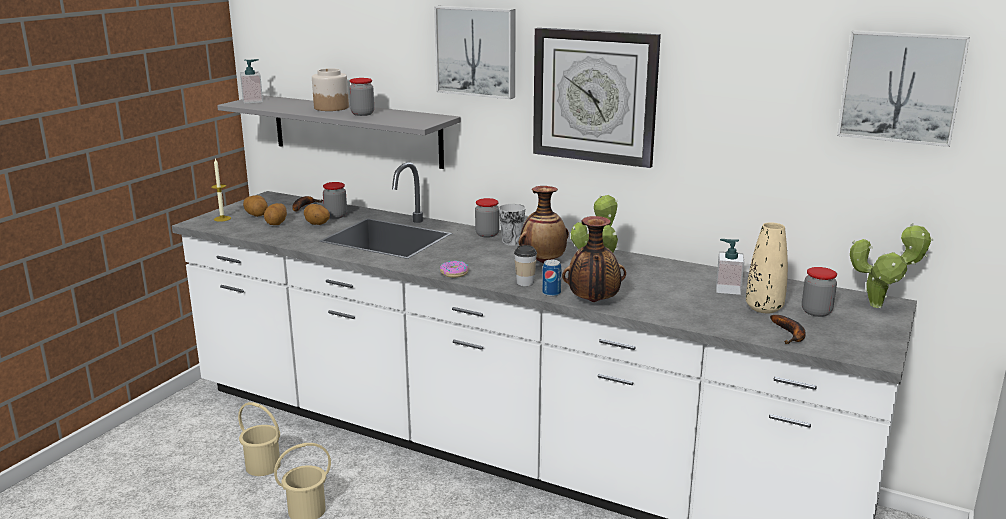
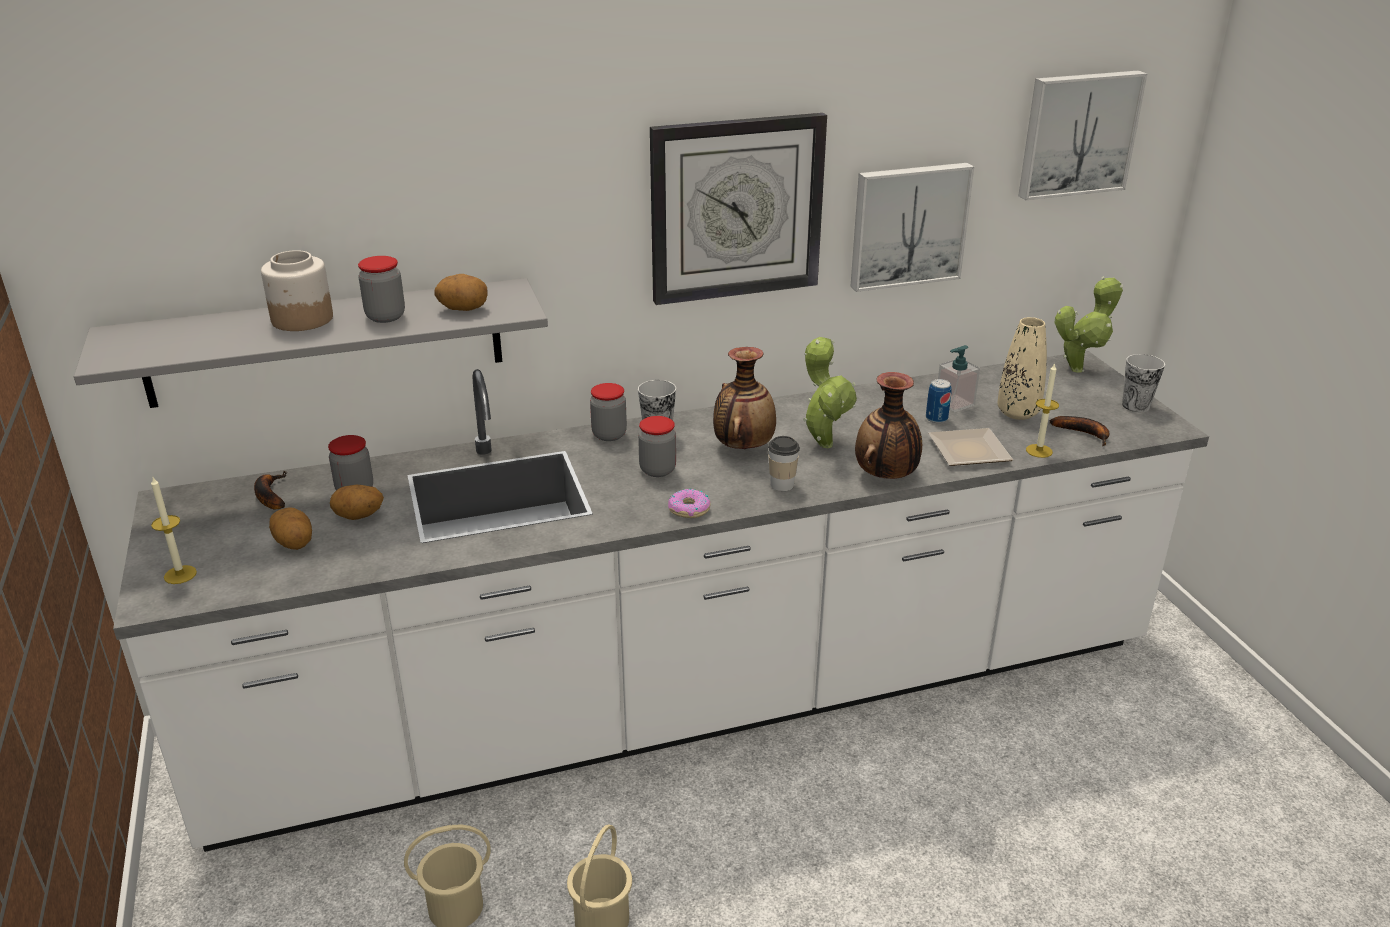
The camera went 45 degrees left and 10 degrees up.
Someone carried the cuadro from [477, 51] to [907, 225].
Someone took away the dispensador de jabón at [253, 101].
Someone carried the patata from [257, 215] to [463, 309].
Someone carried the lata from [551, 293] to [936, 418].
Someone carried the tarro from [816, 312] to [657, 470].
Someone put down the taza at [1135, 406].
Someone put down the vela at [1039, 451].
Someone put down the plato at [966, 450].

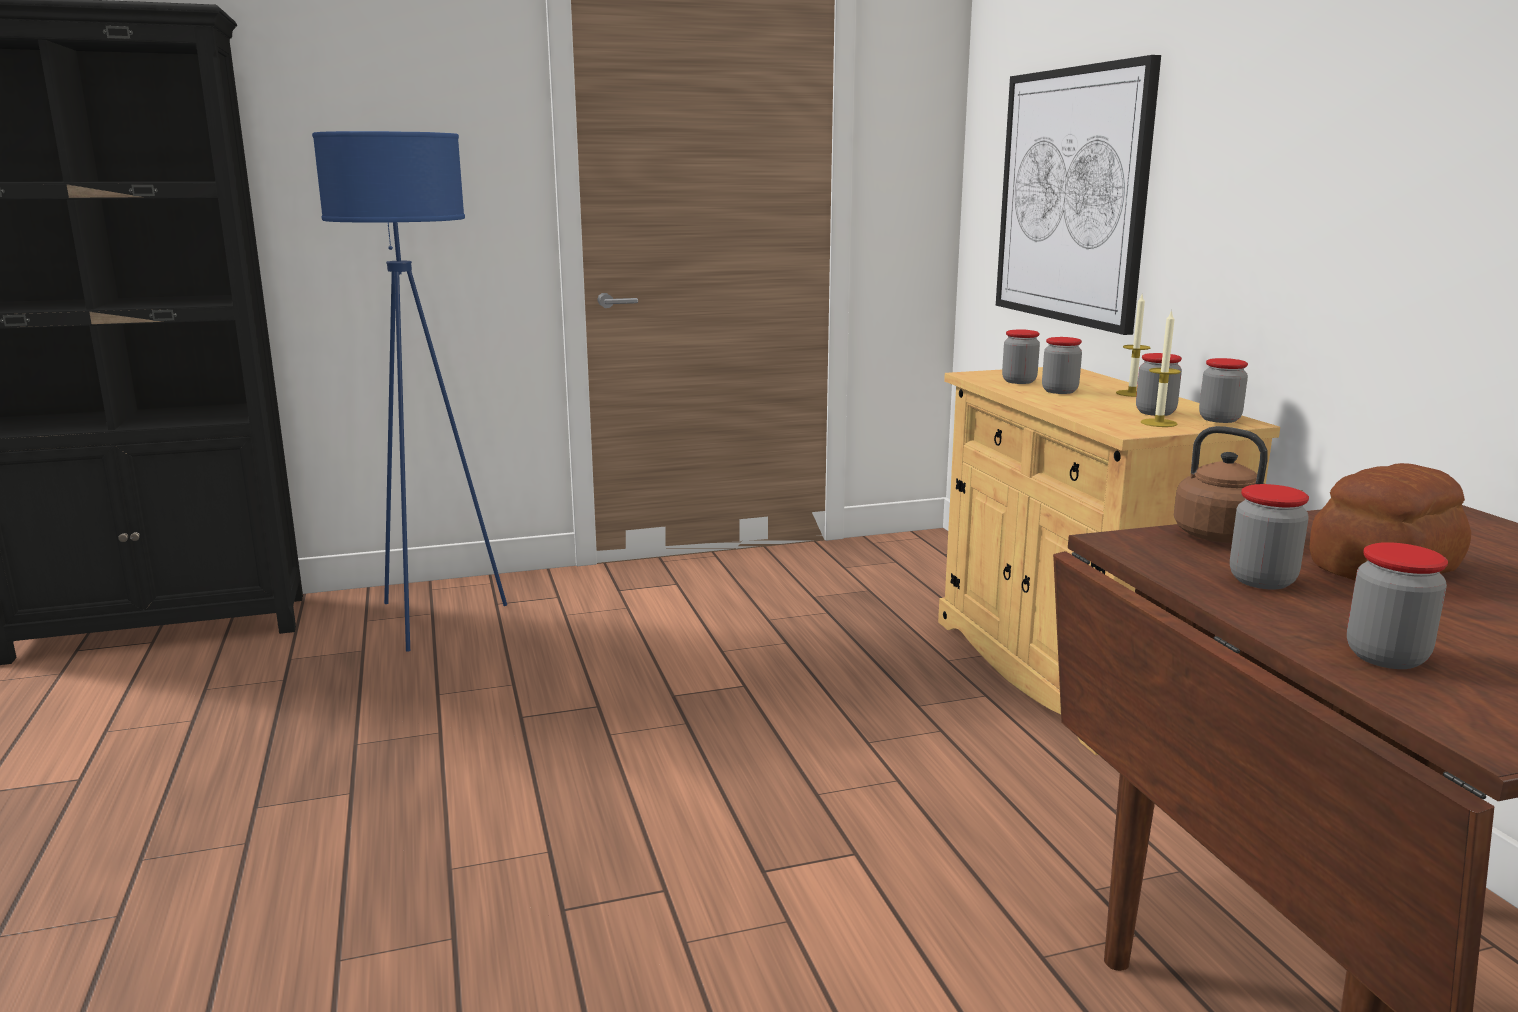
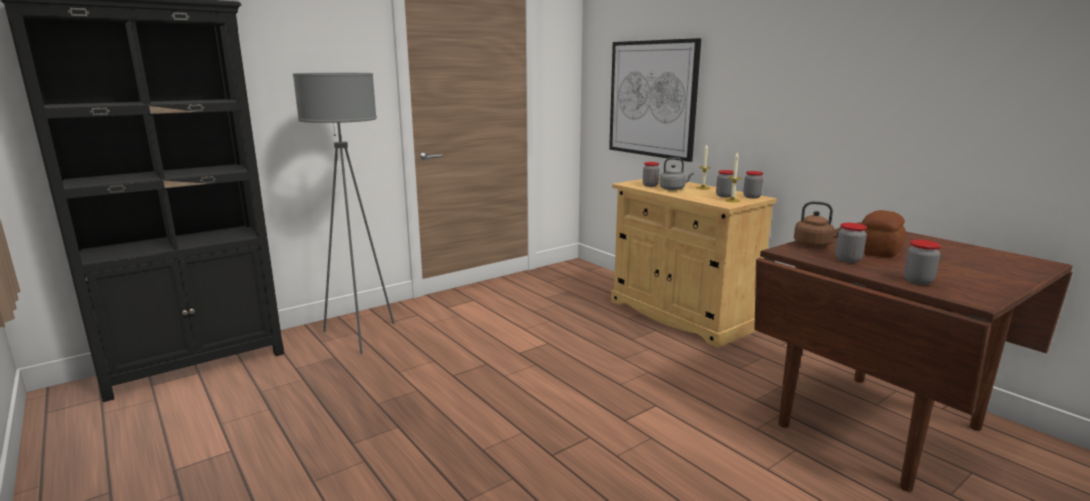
The camera went 20 degrees left and 0 degrees up.
Someone repainted the lámpara de pie/azul at [432, 620], which became the lámpara de pie/gris at [359, 336].
Someone swapped the tarro at [1059, 391] for the hervidor/gris at [673, 189].

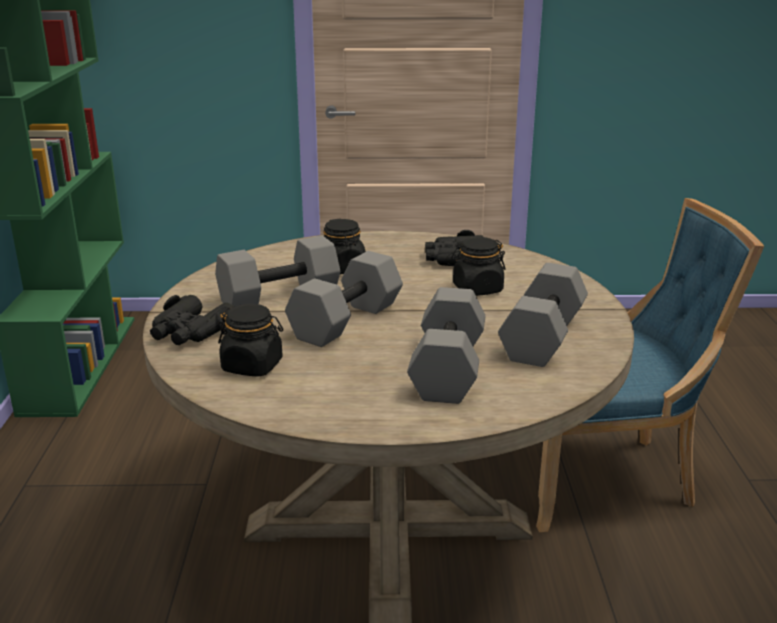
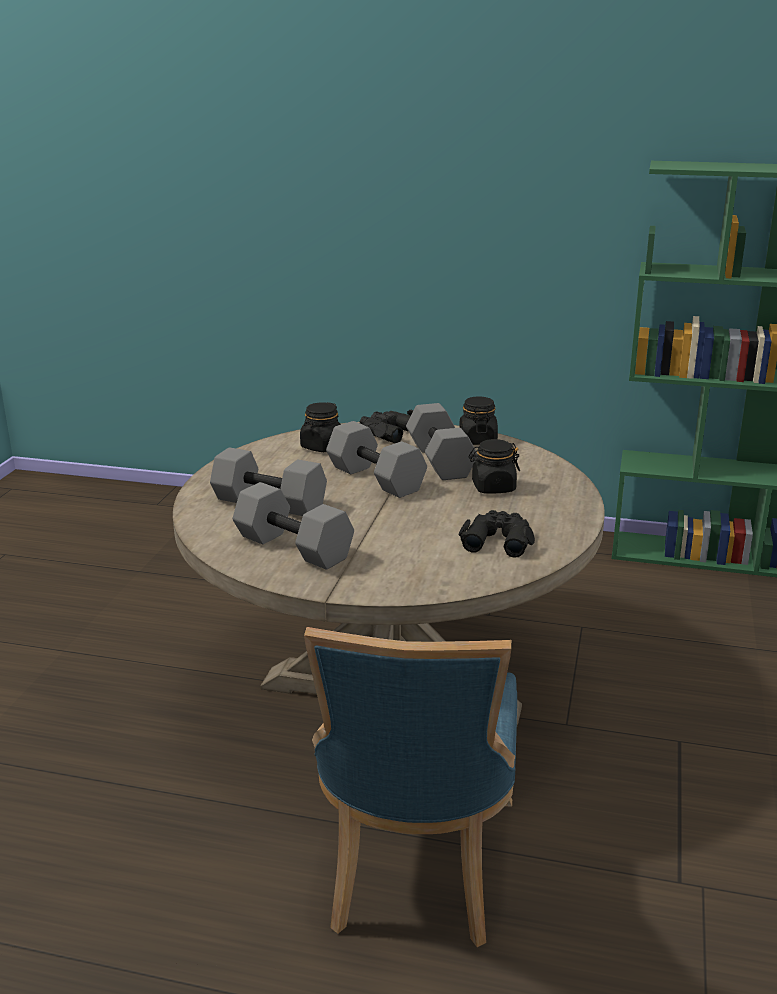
The camera went 105 degrees right and 0 degrees up.
Someone carried the tarro/negro from [477, 289] to [477, 440].

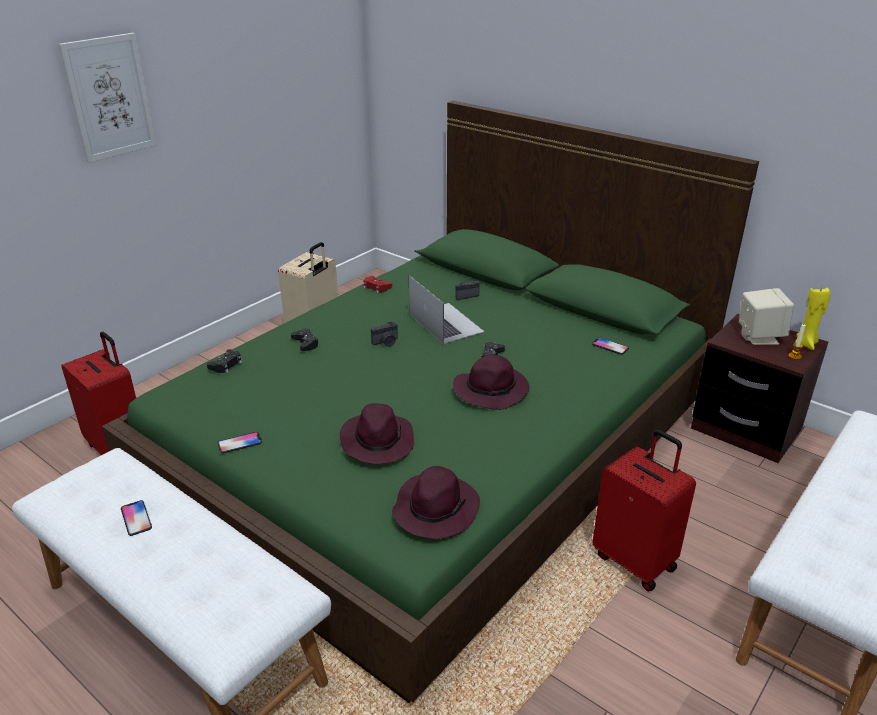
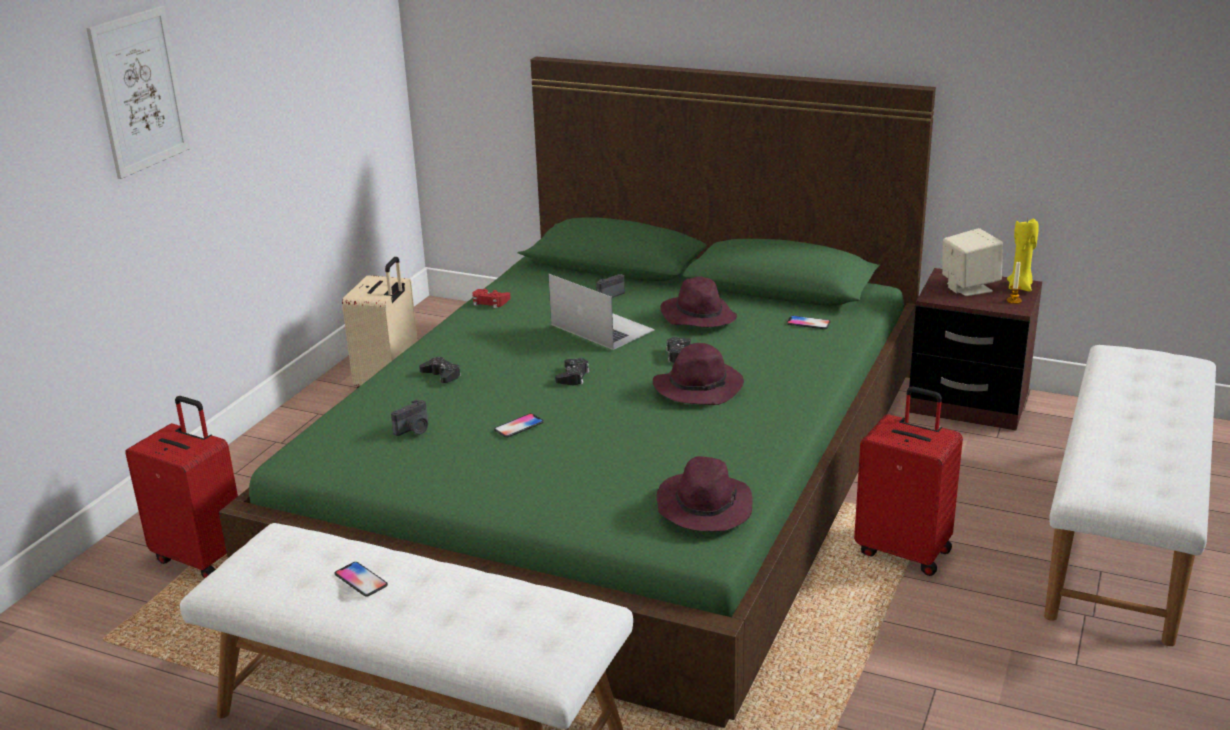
The camera went 15 degrees left and 5 degrees down.
Someone carried the cámara from [386, 342] to [414, 430].
Someone carried the mando de consola/negro from [226, 365] to [573, 377].
Someone carried the sombrero/morado from [377, 442] to [698, 316].
Someone carried the móvil from [240, 443] to [519, 426].

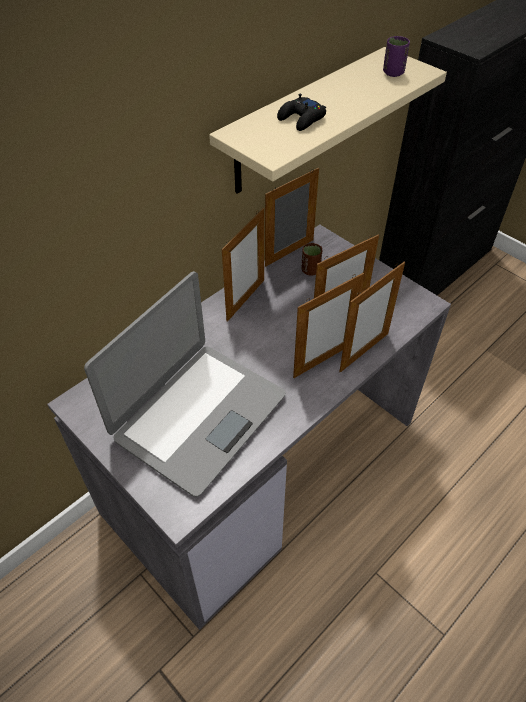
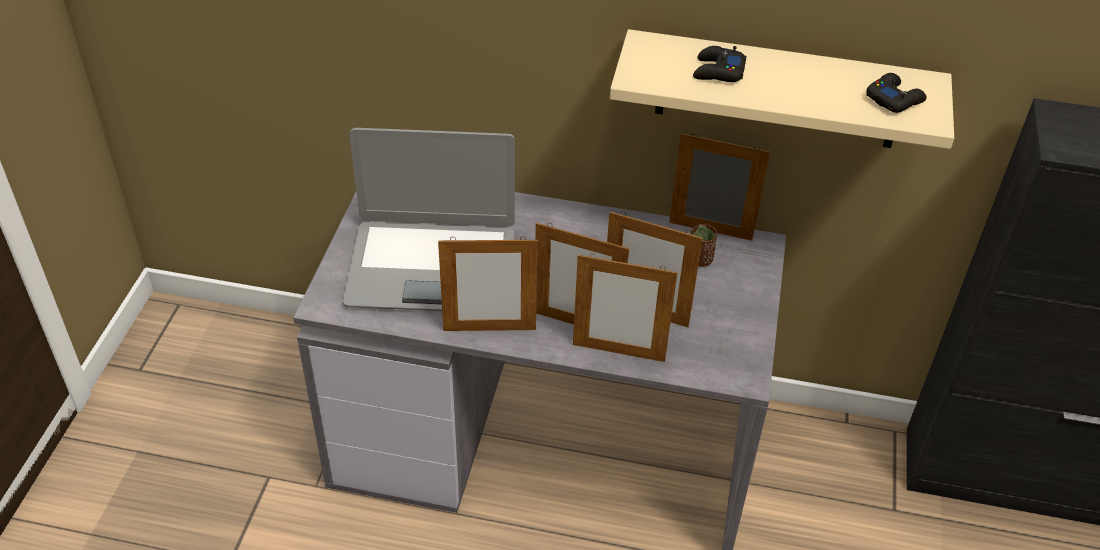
The camera went 55 degrees right and 5 degrees down.
Someone swapped the taza/morado at [393, 73] for the mando de consola/negro at [894, 99].
Someone carried the portarretratos from [245, 300] to [489, 329].

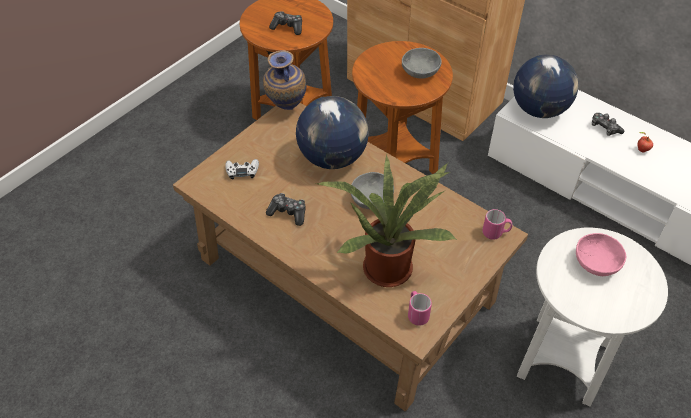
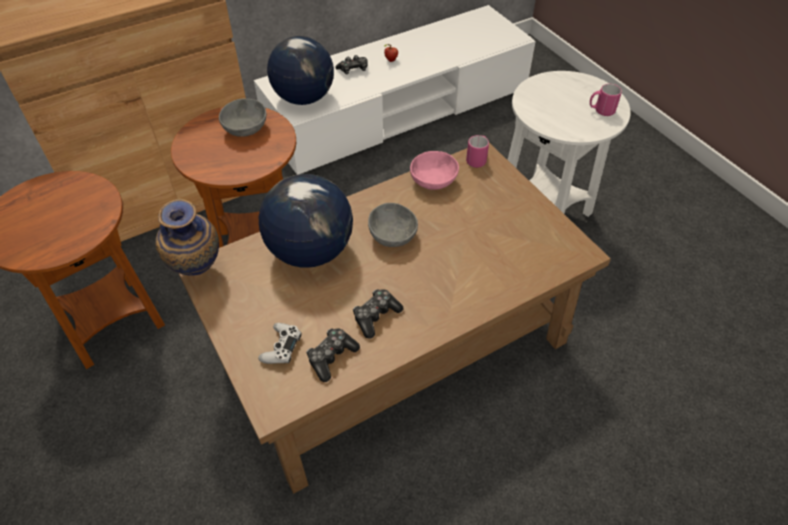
The camera went 70 degrees left and 0 degrees up.
Someone carried the mando de consola from [287, 27] to [331, 357].
Someone took away the planta en maceta at [388, 264].
Someone carried the cuenco/rosa from [595, 264] to [433, 182].
Someone carried the taza grande/rosa from [416, 313] to [601, 111].

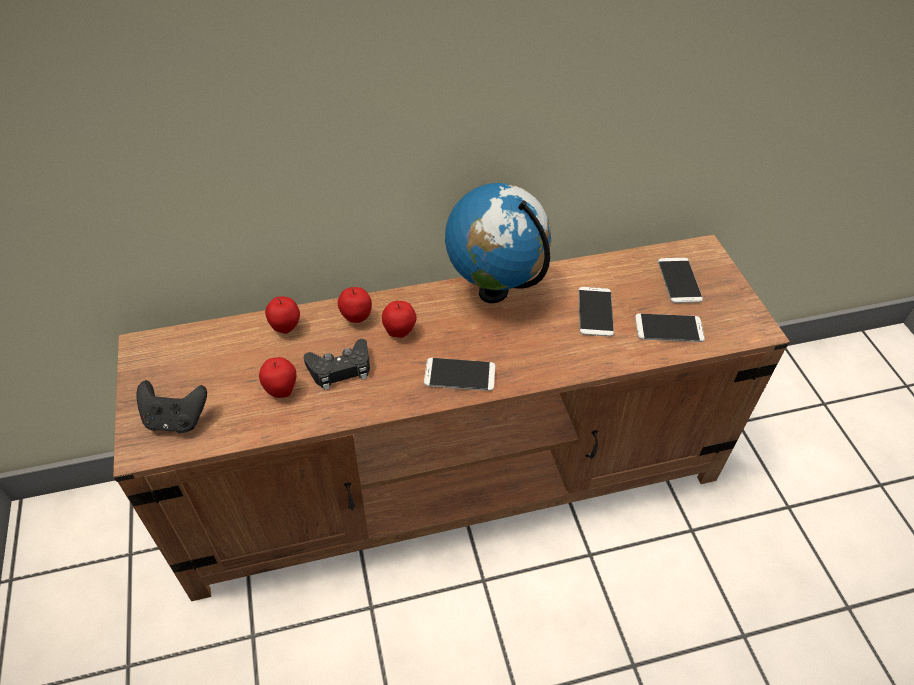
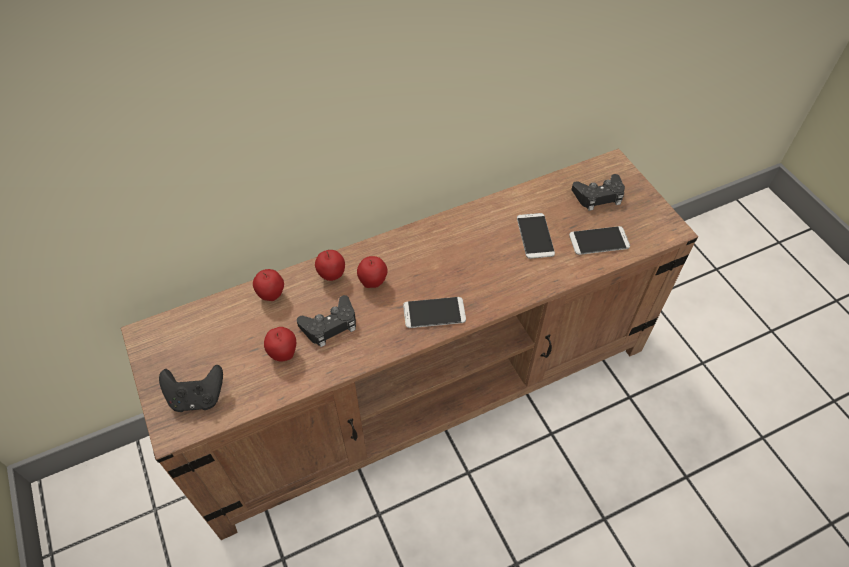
The camera went 10 degrees left and 5 degrees up.
Someone took away the globo terráqueo at [494, 292].
Someone swapped the móvil at [679, 281] for the mando de consola/negro at [598, 196].

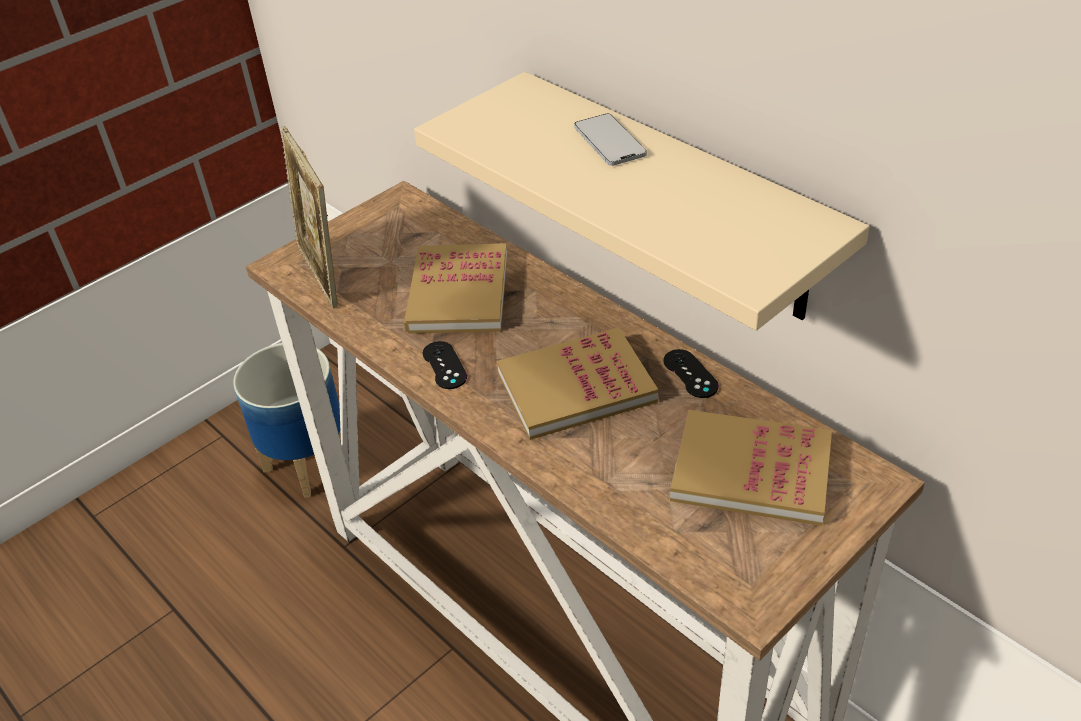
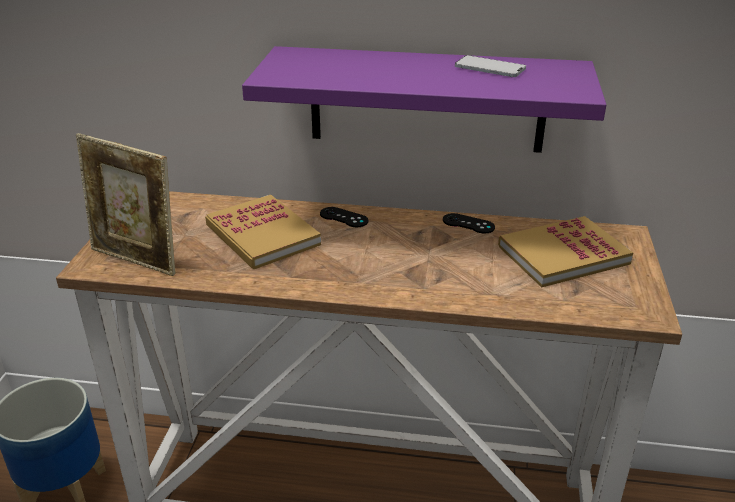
The camera went 40 degrees left and 10 degrees down.
Someone repainted the estante/beis at [676, 196], which became the estante/morado at [427, 100].
Someone carried the móvil from [609, 141] to [490, 68].
Someone took away the libro at [576, 387].
Someone carried the mando de consola/negro from [444, 365] to [344, 217].

